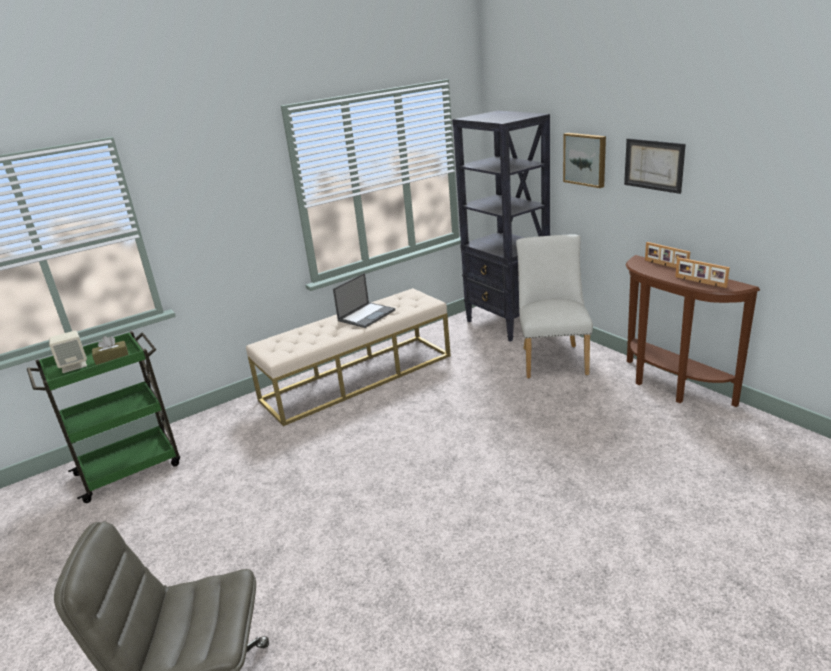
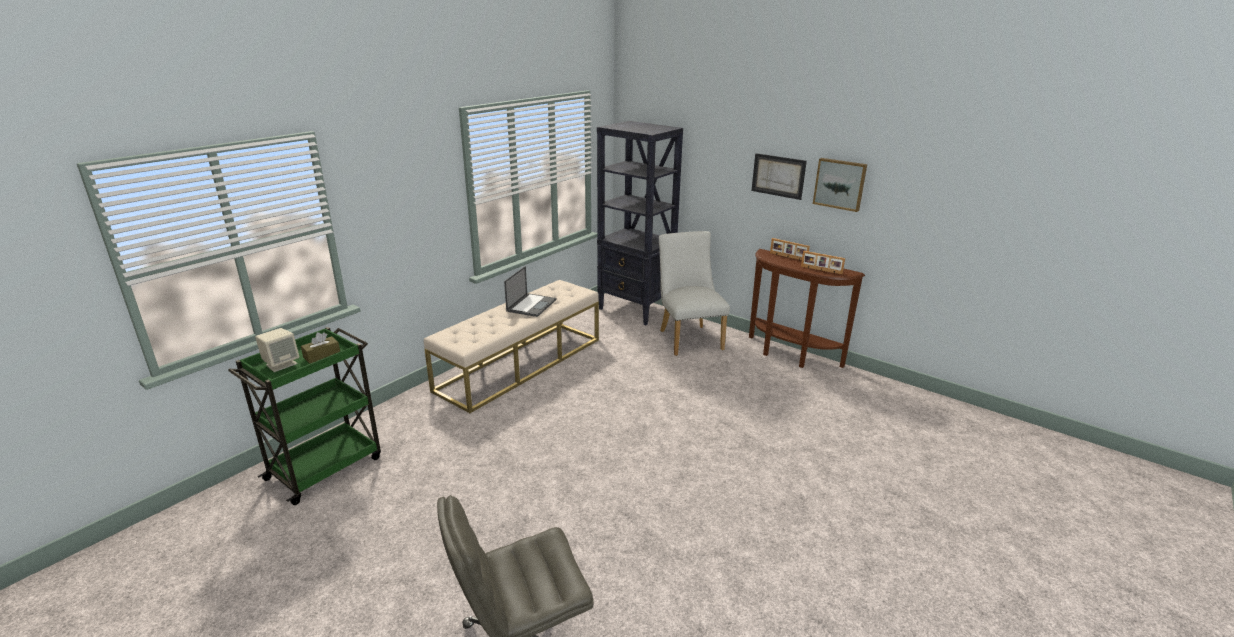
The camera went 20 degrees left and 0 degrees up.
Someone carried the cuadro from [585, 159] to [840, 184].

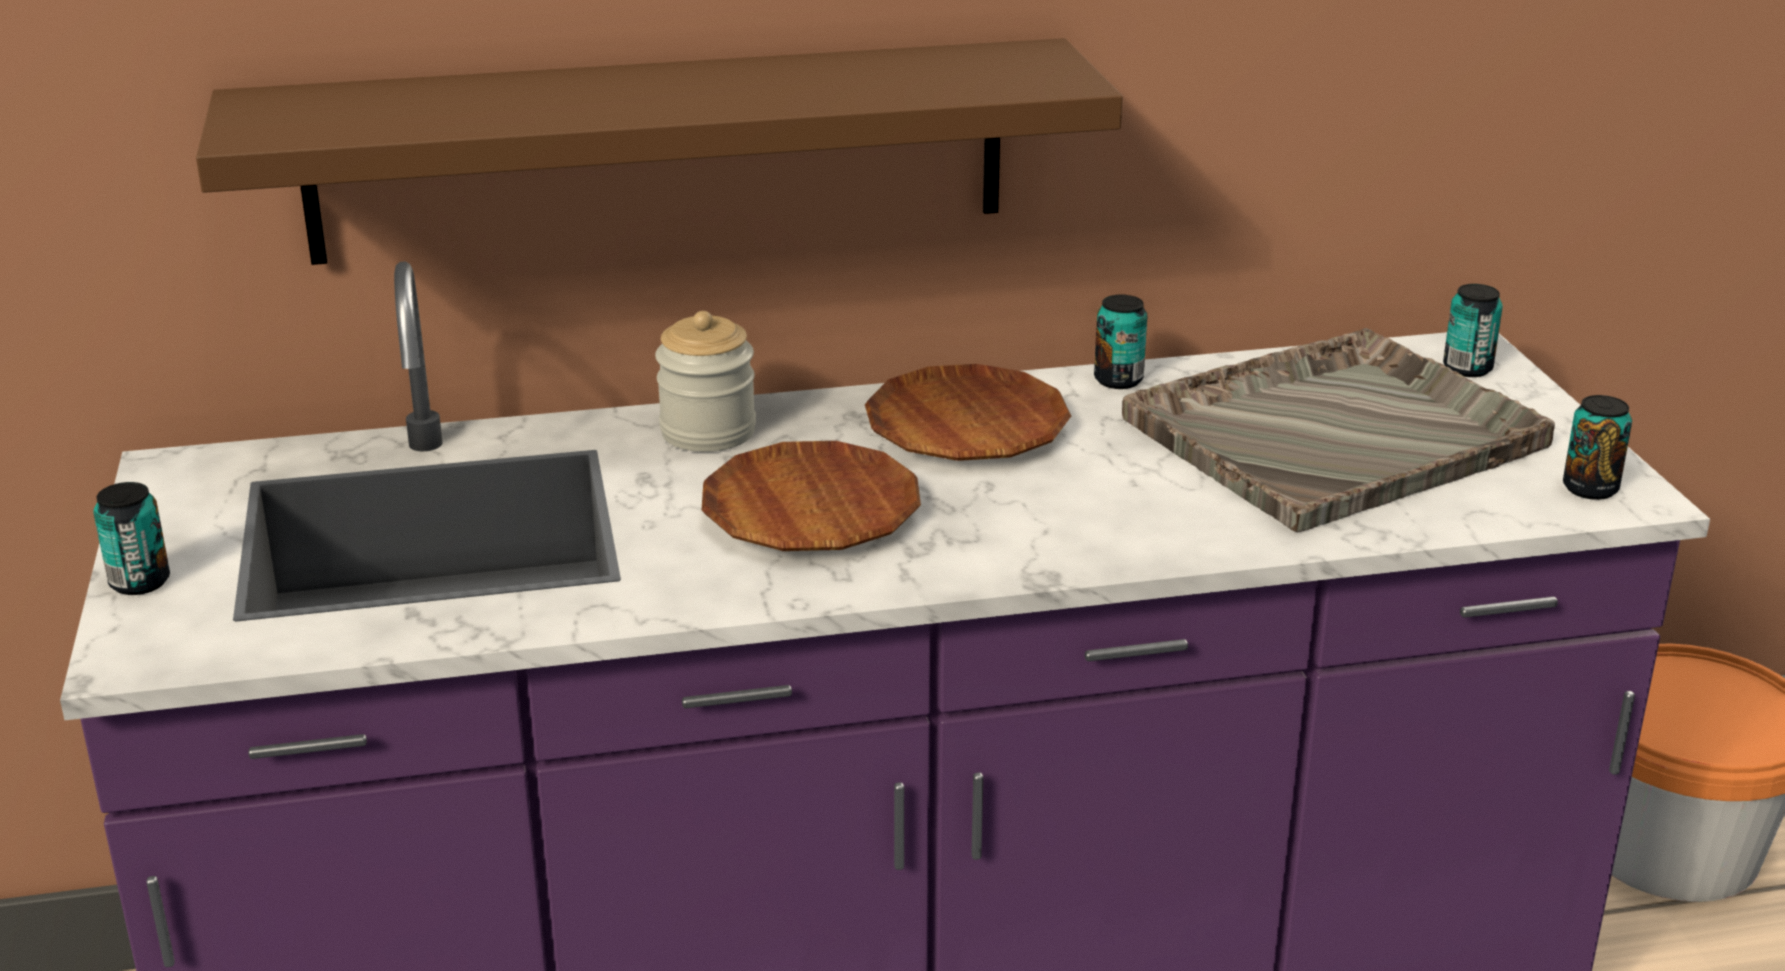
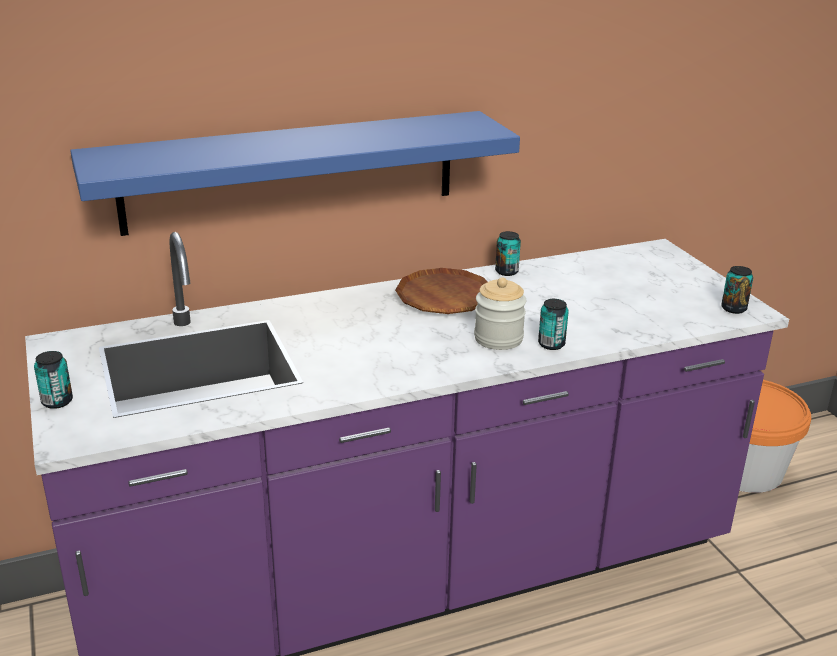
The camera went 10 degrees left and 0 degrees up.
Someone repainted the estante/marrón at [659, 150], which became the estante/azul at [291, 171].
Someone carried the lata from [1467, 368] to [551, 344].
Someone carried the tarro from [708, 432] to [498, 339].
Someone took away the bandeja/gris at [1337, 433].
Someone took away the plato/marrón at [811, 511].

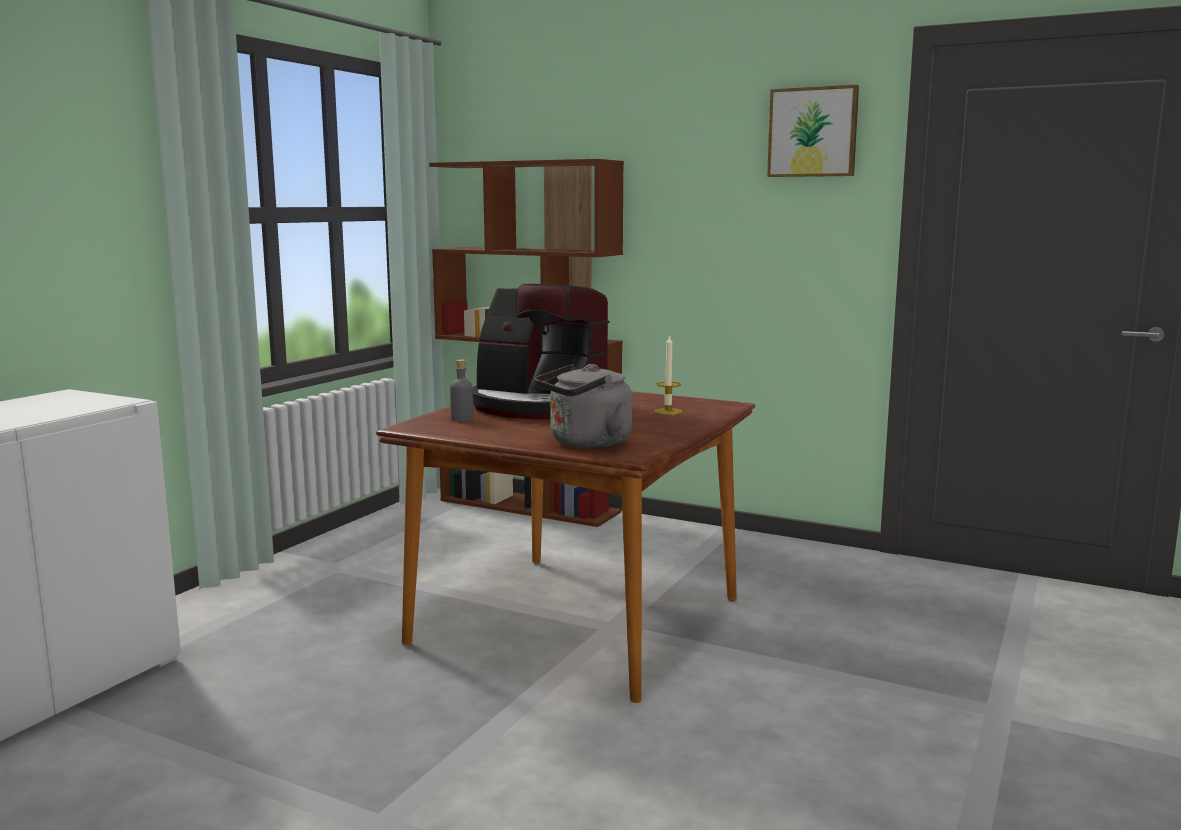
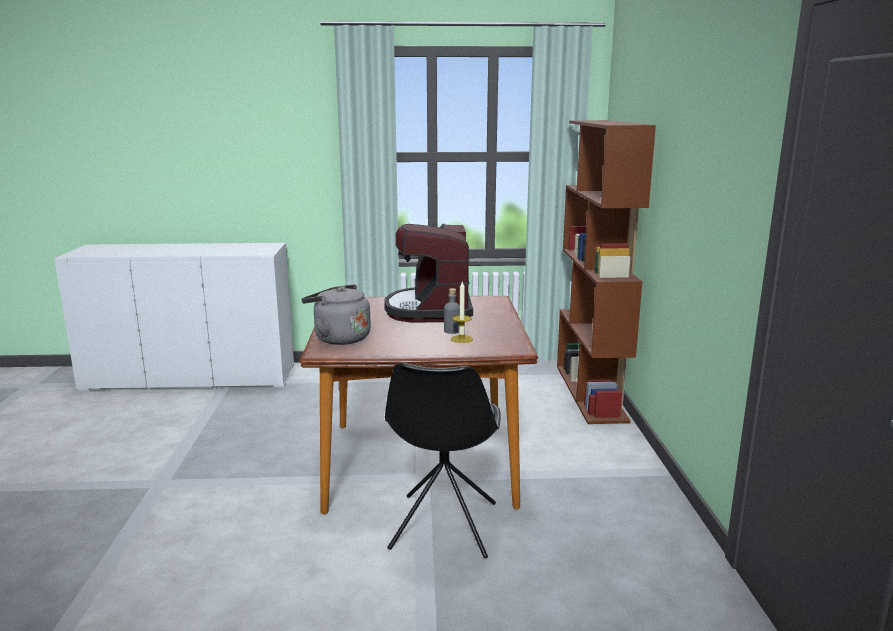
The camera went 60 degrees right and 5 degrees up.
Someone took away the cuadro at [813, 132].
Someone carried the botella/gris from [462, 419] to [452, 331].
Someone put down the silla/negro at [443, 527].

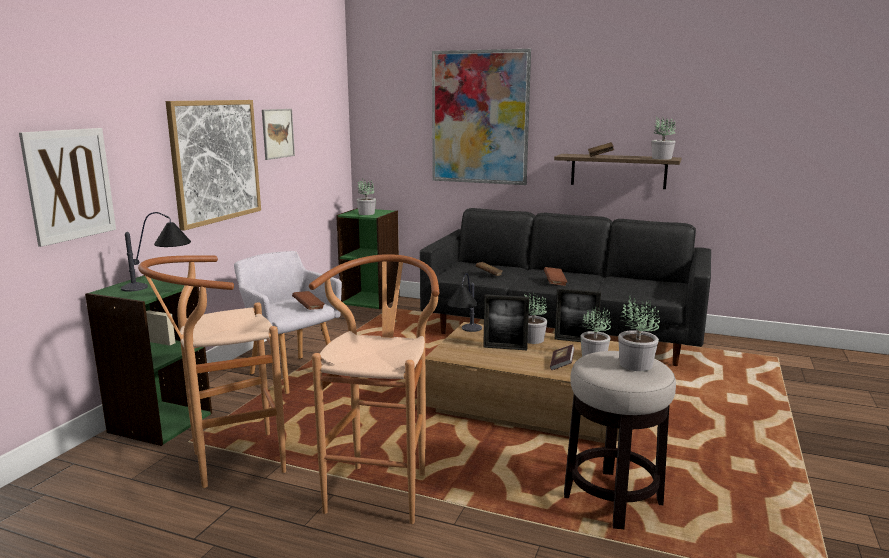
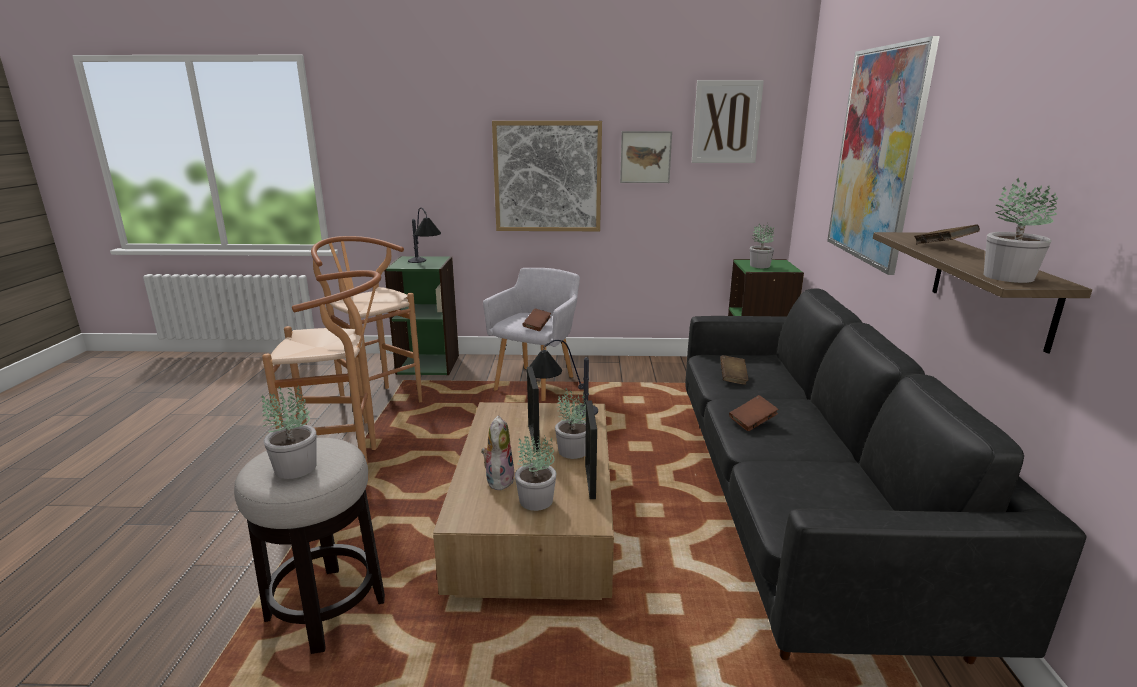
The camera went 70 degrees right and 5 degrees up.
Someone carried the cuadro from [69, 184] to [726, 122].
Someone swapped the libro at [561, 364] for the peluche at [498, 479].

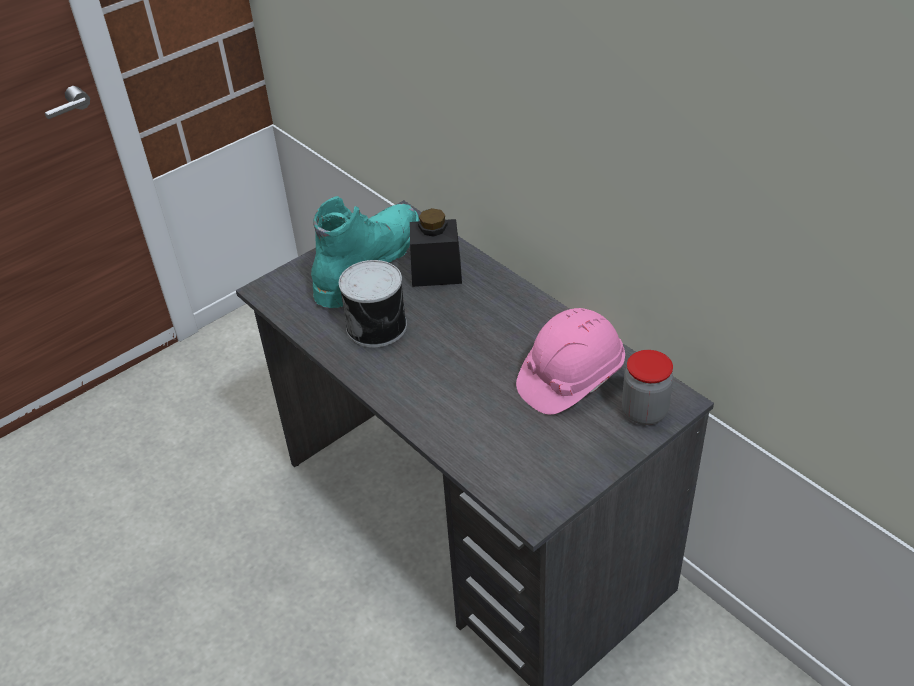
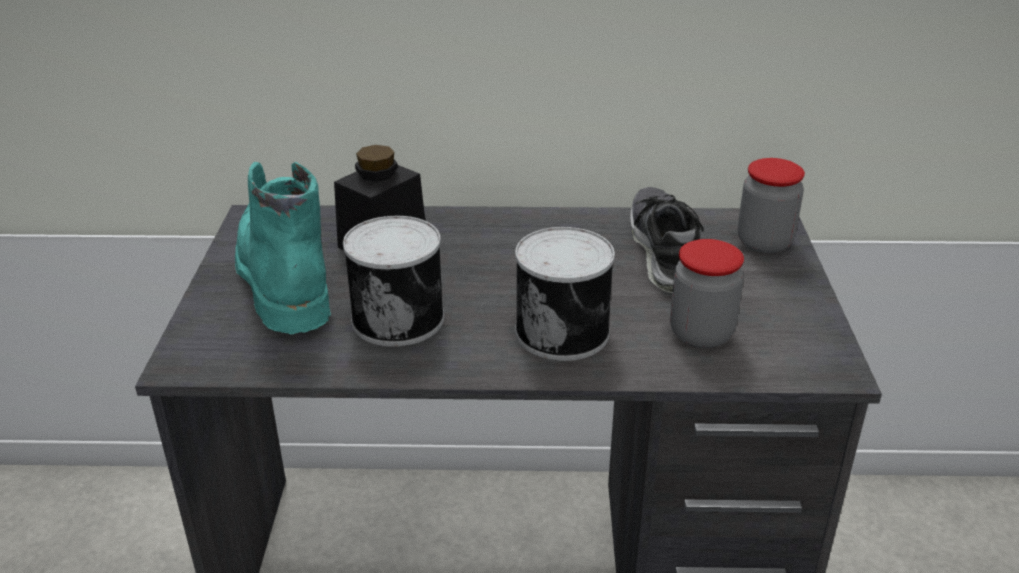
The camera went 50 degrees left and 10 degrees down.
Someone swapped the casco/rosa at [570, 378] for the zapato at [664, 253].
Someone put down the lata at [564, 331].
Someone put down the tarro at [701, 334].

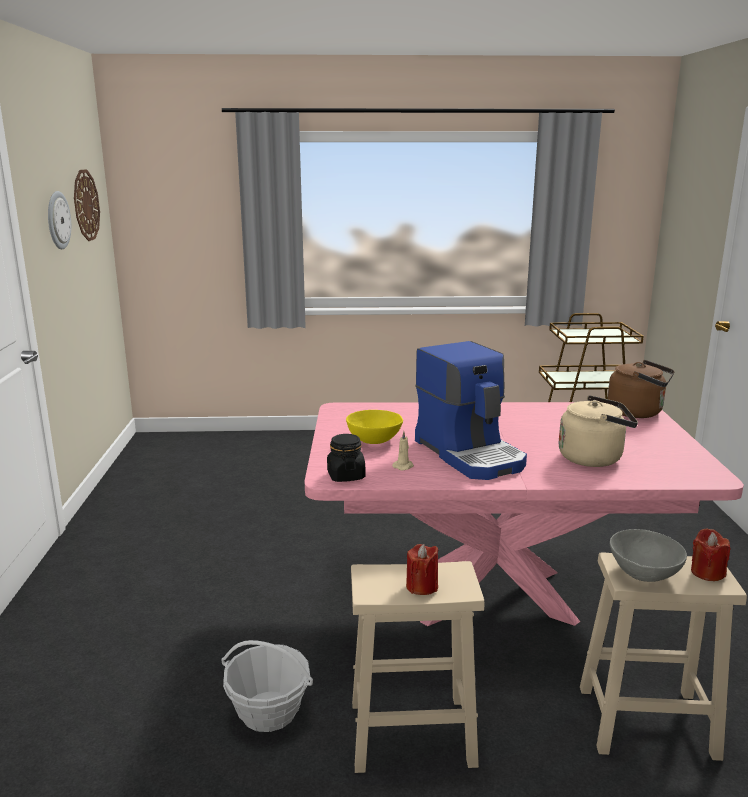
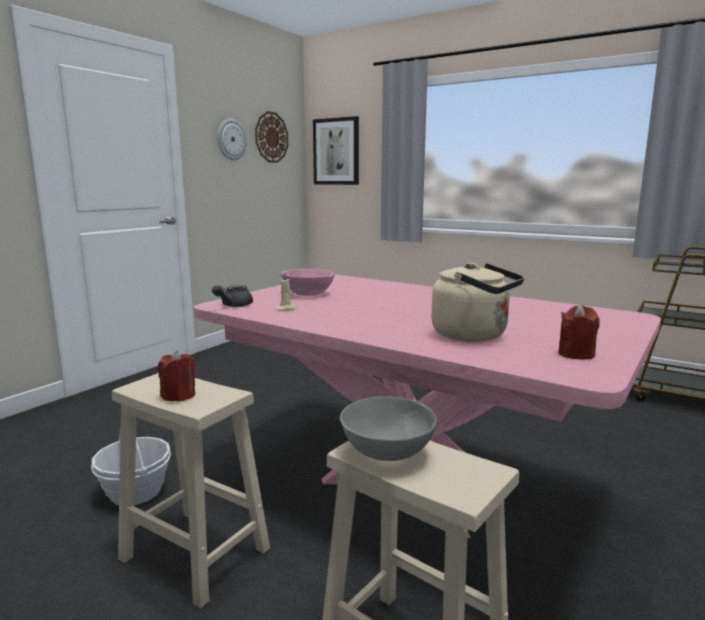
The camera went 35 degrees right and 5 degrees down.
Someone took away the cafetera at [471, 454].
Someone took away the hervidor/marrón at [638, 412].
Someone repainted the cuenco/amarillo at [374, 440], which became the cuenco/rosa at [308, 294].
Someone swapped the tarro/negro at [346, 476] for the tetera/gris at [233, 305].
Someone carried the vela/rojo from [707, 572] to [576, 354].
Someone put up the cuadro at [336, 151].

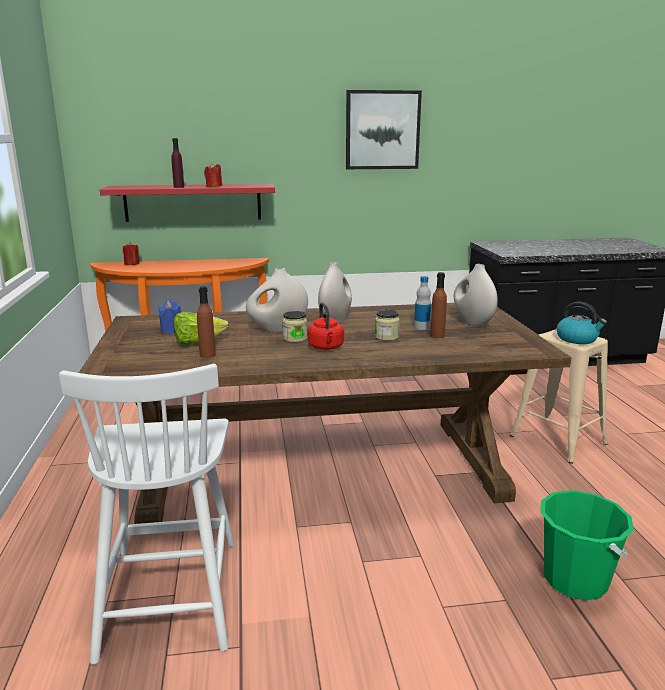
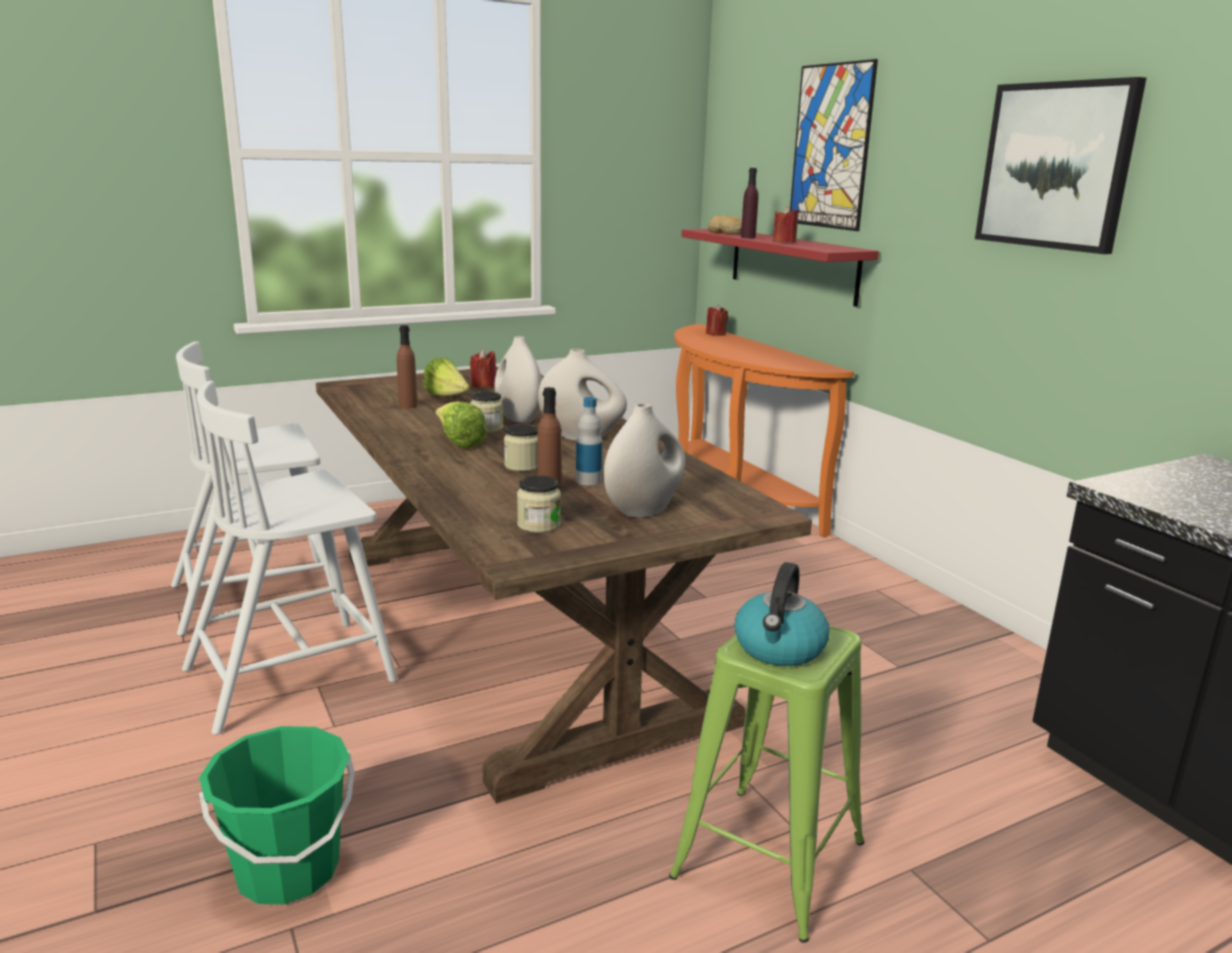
The camera went 70 degrees right and 0 degrees up.
Someone repainted the vela/azul at [171, 330], which became the vela/rojo at [483, 385].
Someone swapped the hervidor/rojo at [326, 347] for the lechuga at [459, 443].
Someone repainted the taburete/beis at [557, 439], which became the taburete/verde at [770, 858].
Someone put up the cuadro at [831, 147].
Someone put down the pan at [726, 233].
Someone put down the silla/blanco at [293, 673].
Someone put down the tarro at [539, 525].

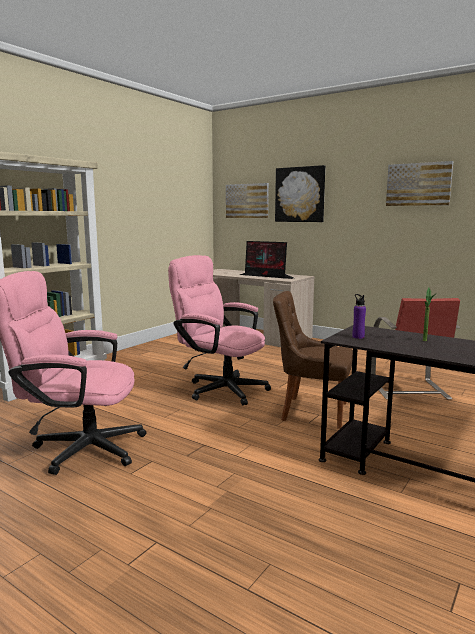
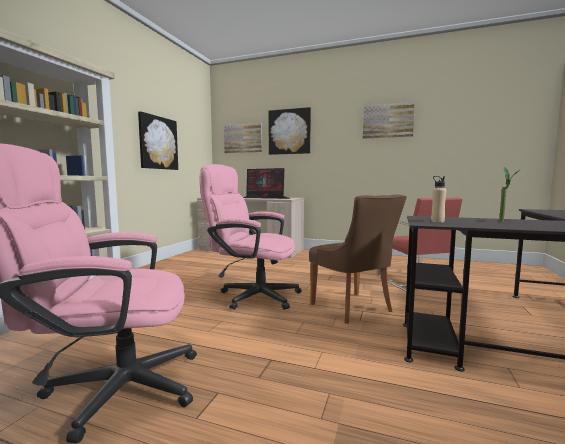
The camera went 15 degrees left and 5 degrees down.
Someone rotated the silla/marrón at [311, 411] by 120 degrees counterclockwise.
Someone repainted the botella/morado at [358, 337], which became the botella/beis at [437, 221].
Someone put up the cuadro at [158, 143].

